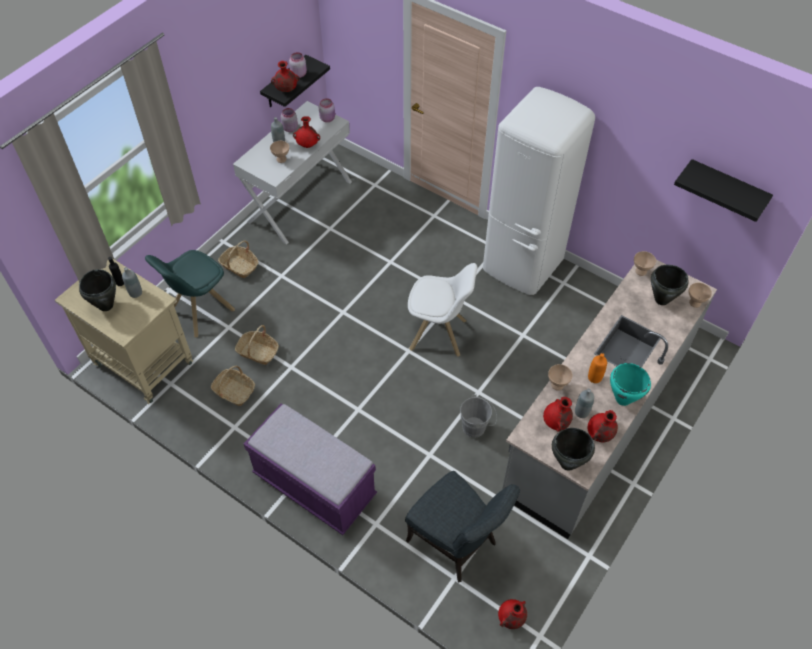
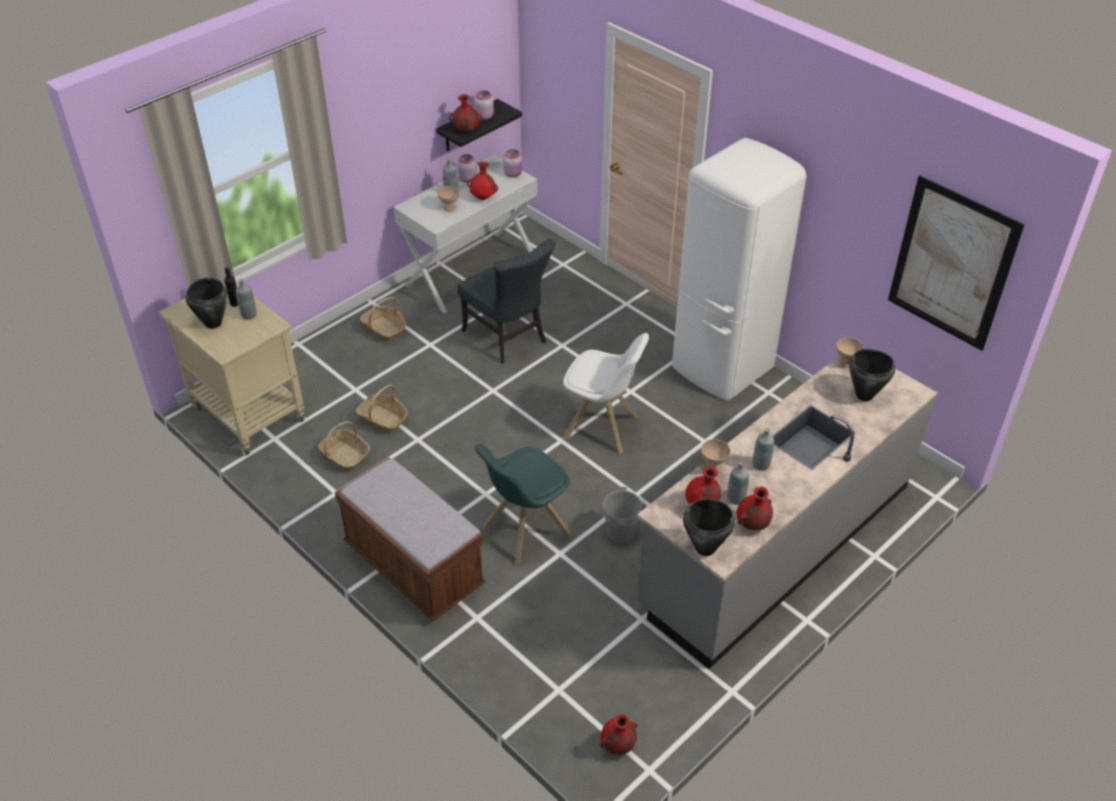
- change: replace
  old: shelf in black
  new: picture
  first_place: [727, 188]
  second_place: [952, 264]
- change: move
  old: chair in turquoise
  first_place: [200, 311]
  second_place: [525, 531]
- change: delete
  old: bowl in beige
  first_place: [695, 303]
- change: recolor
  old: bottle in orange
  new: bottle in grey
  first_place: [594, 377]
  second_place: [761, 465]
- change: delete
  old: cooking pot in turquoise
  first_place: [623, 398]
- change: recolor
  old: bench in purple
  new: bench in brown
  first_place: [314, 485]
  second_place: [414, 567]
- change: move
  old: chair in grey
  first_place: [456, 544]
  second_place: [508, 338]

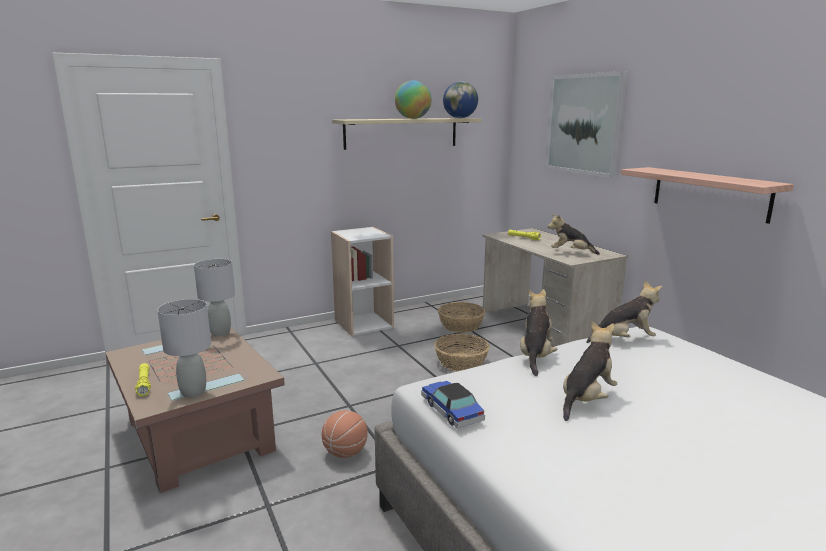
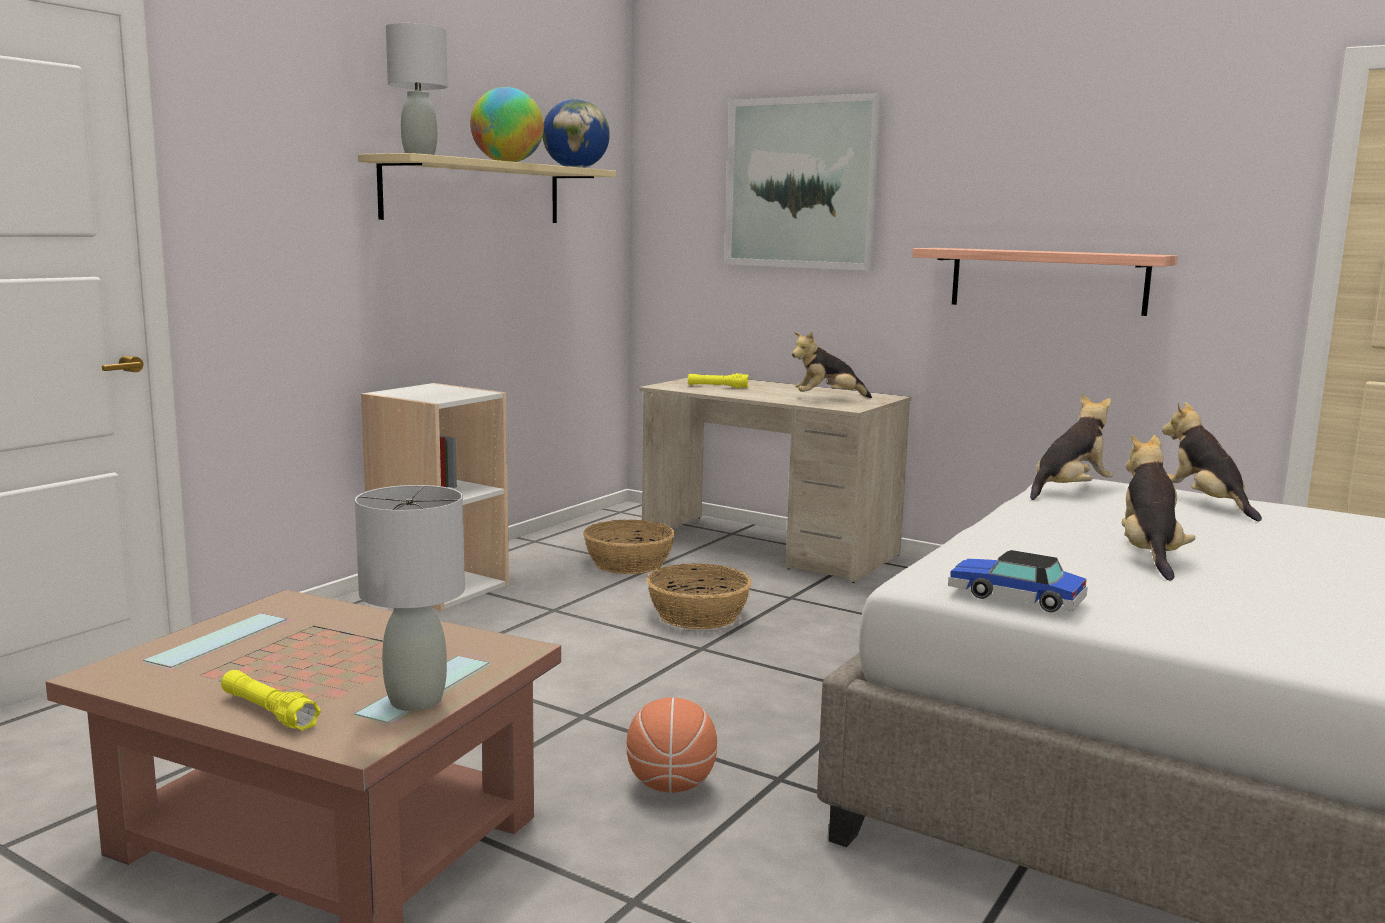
- change: move
  old: table lamp in grey
  first_place: [220, 333]
  second_place: [419, 154]
- change: move
  old: plush toy
  first_place: [535, 356]
  second_place: [1206, 504]

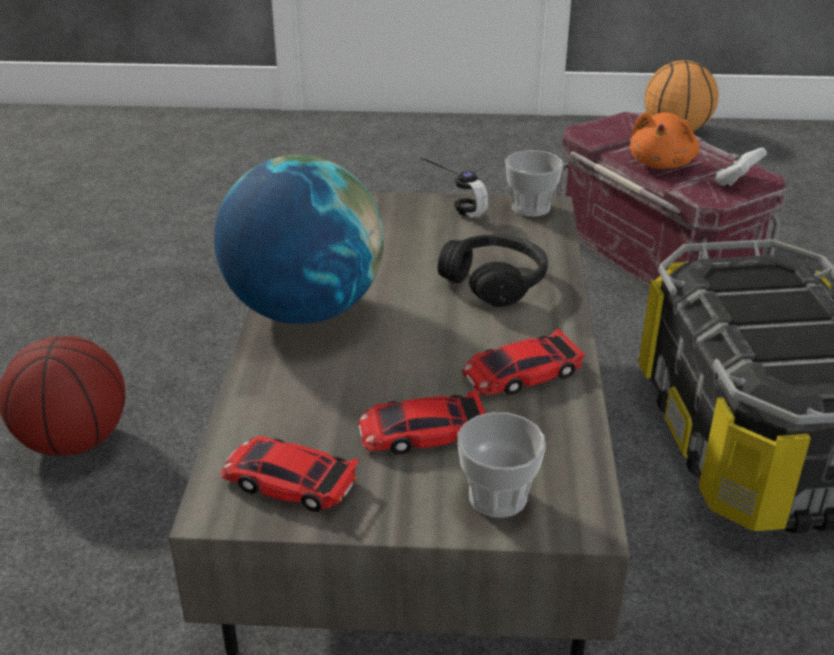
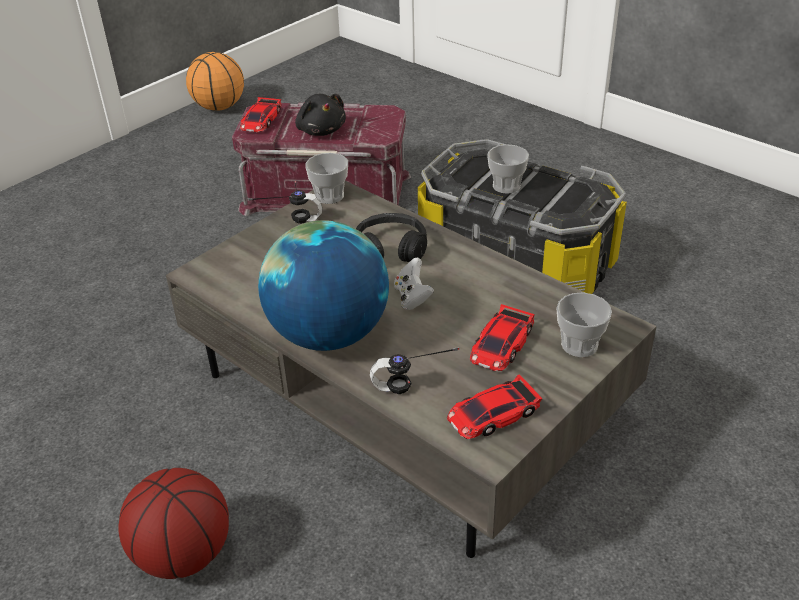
- change: recolor
  old: plush toy in orange
  new: plush toy in black
  first_place: [662, 163]
  second_place: [321, 130]
- change: move
  old: game controller in white
  first_place: [736, 182]
  second_place: [412, 297]
- change: move
  old: toy car
  first_place: [522, 373]
  second_place: [261, 120]
- change: insert
  new: cup
  second_place: [506, 186]
- change: insert
  new: headphones
  second_place: [415, 393]

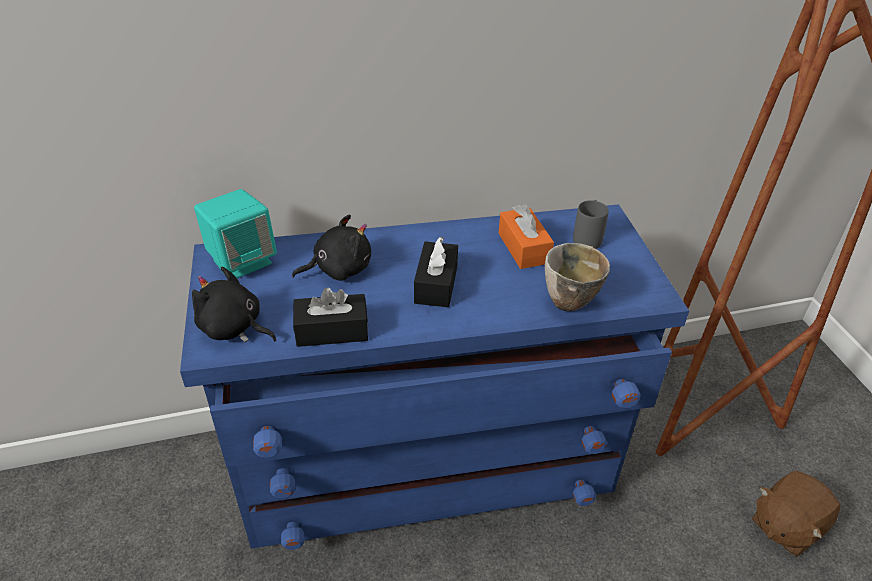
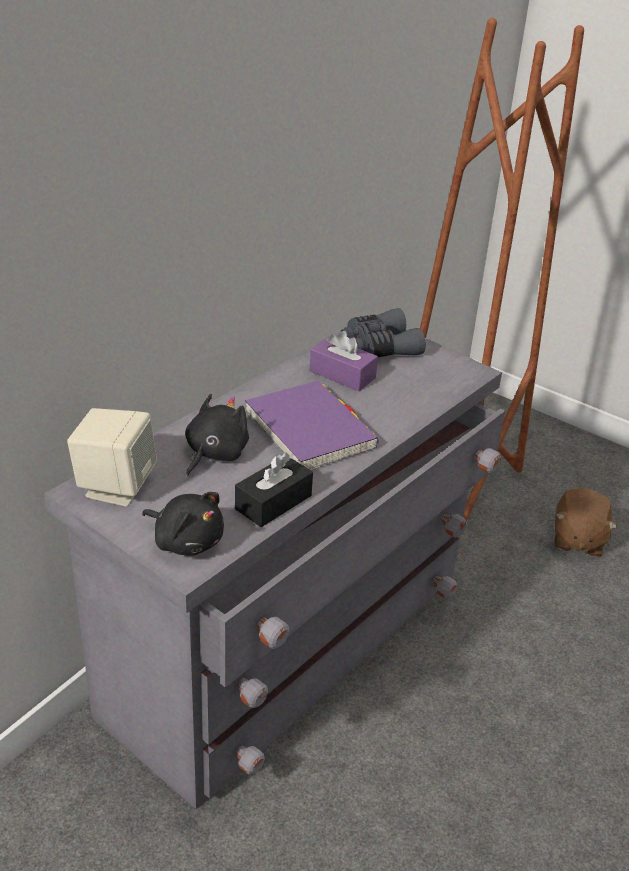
- change: recolor
  old: speaker in turquoise
  new: speaker in beige
  first_place: [242, 261]
  second_place: [116, 486]
- change: replace
  old: mug in grey
  new: binoculars in grey
  first_place: [588, 237]
  second_place: [378, 347]
- change: recolor
  old: dresser in blue
  new: dresser in grey
  first_place: [429, 471]
  second_place: [293, 649]
- change: recolor
  old: tissue box in orange
  new: tissue box in purple
  first_place: [523, 248]
  second_place: [342, 374]
- change: replace
  old: tissue box in black
  new: book in purple
  first_place: [436, 284]
  second_place: [310, 430]
- change: delete
  old: bowl
  first_place: [568, 304]
- change: rotate
  old: plush toy in black
  first_place: [233, 328]
  second_place: [186, 540]
  degrees: -135

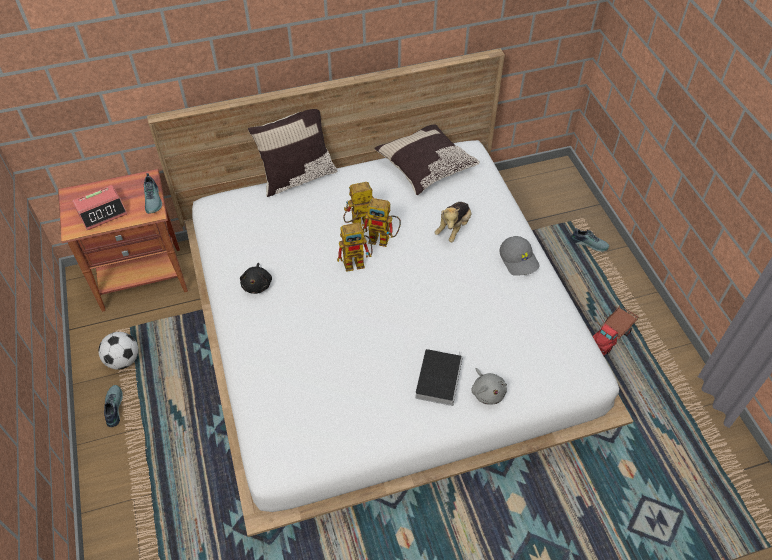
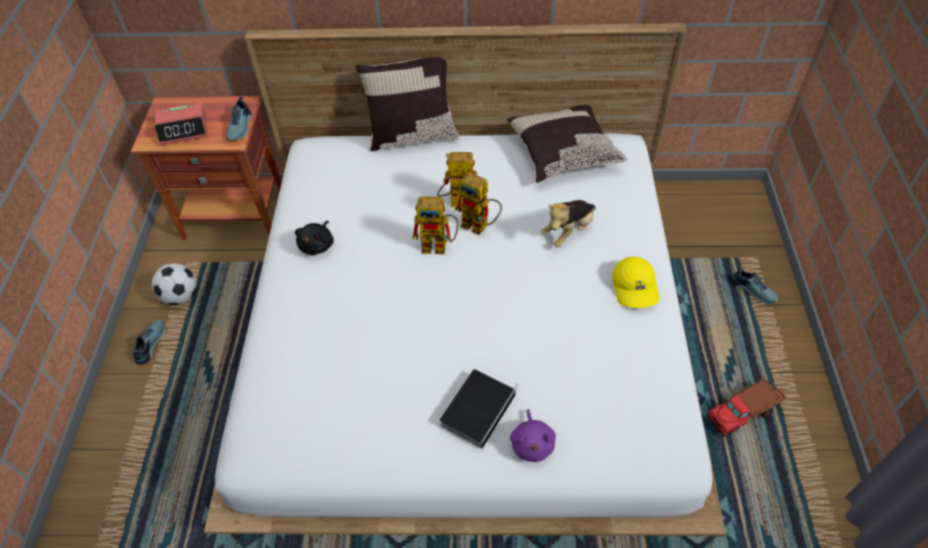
- change: recolor
  old: cap in grey
  new: cap in yellow
  first_place: [519, 260]
  second_place: [636, 288]
- change: recolor
  old: plush toy in grey
  new: plush toy in purple
  first_place: [487, 392]
  second_place: [532, 443]

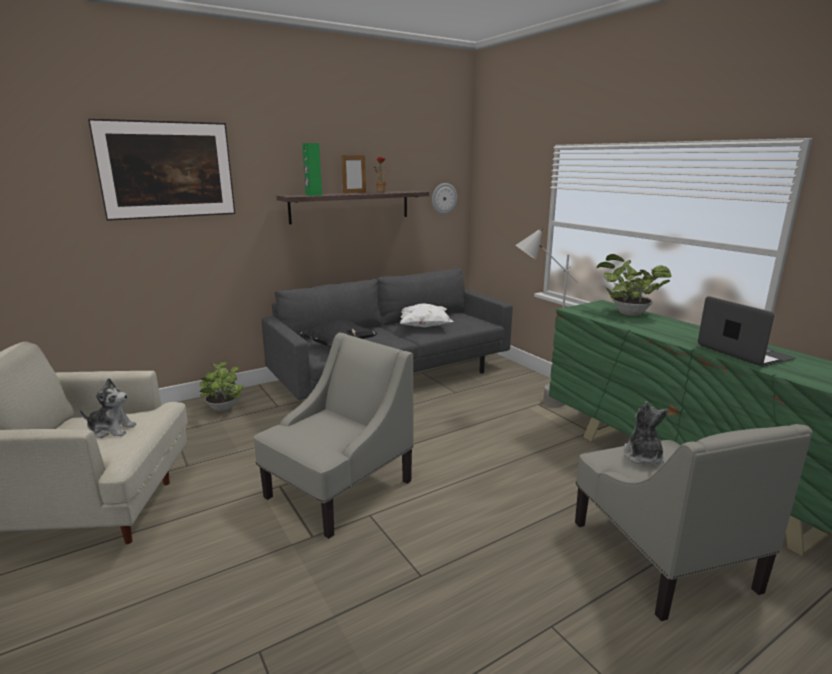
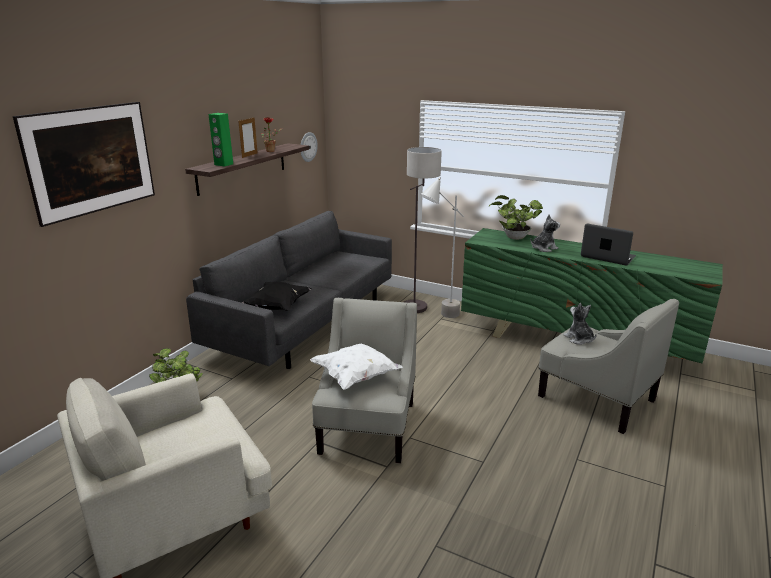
- change: move
  old: pillow in white
  first_place: [424, 326]
  second_place: [356, 377]
- change: move
  old: plush toy
  first_place: [111, 430]
  second_place: [543, 248]
- change: insert
  new: floor lamp in grey
  second_place: [418, 305]

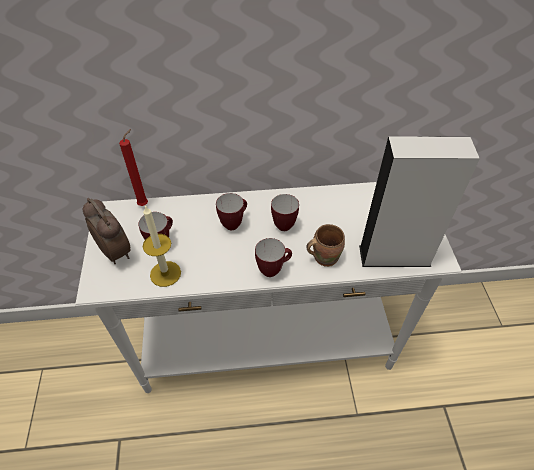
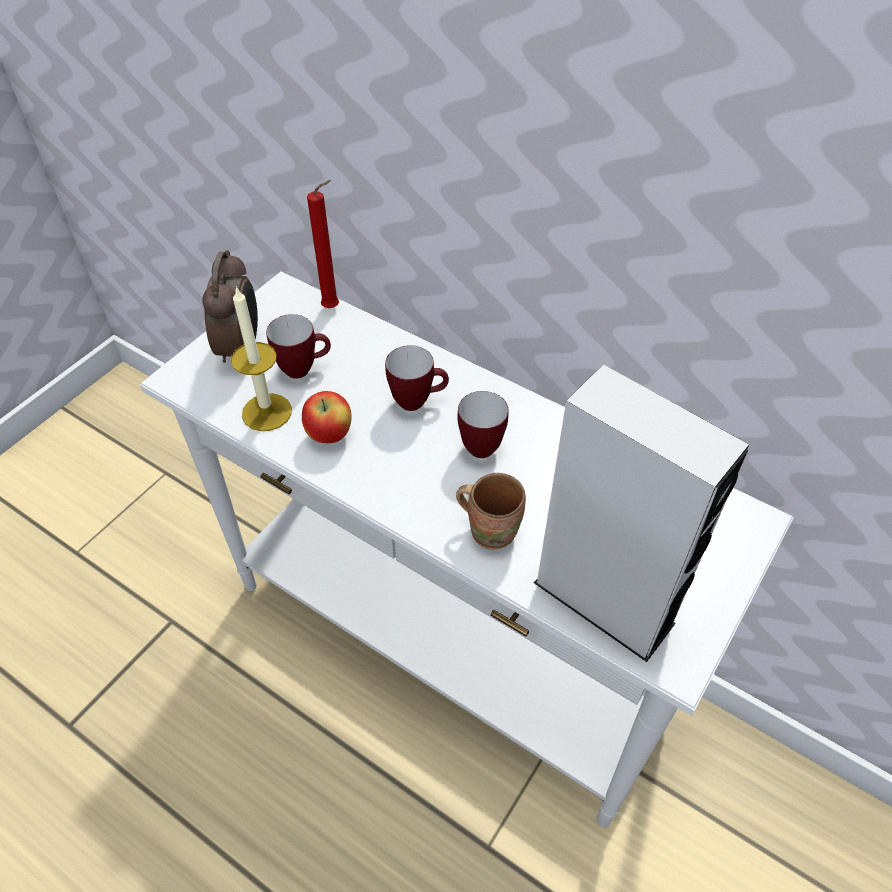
- change: delete
  old: mug
  first_place: [273, 269]
- change: insert
  new: apple
  second_place: [330, 435]

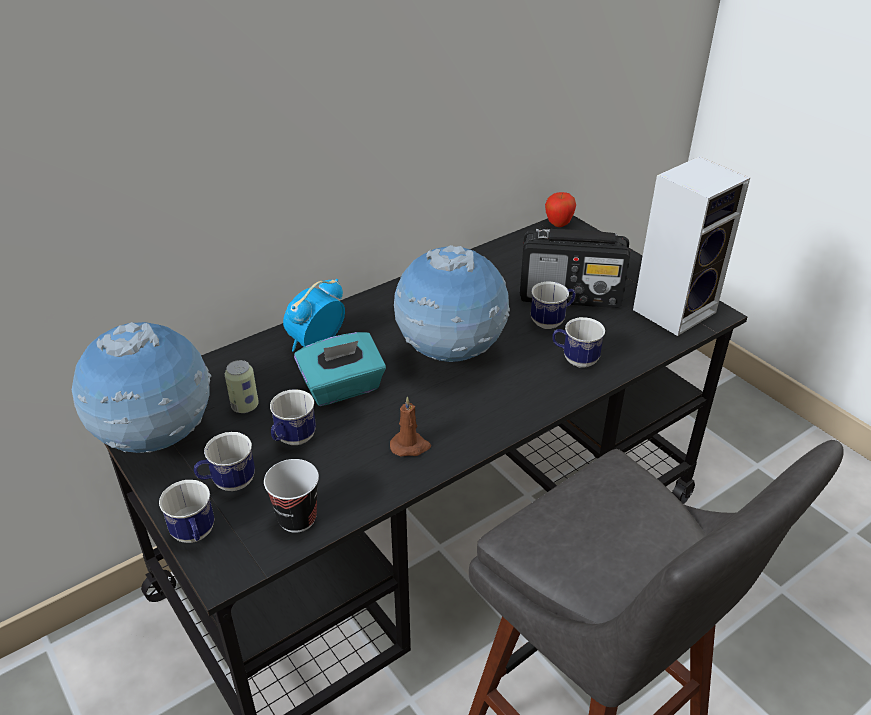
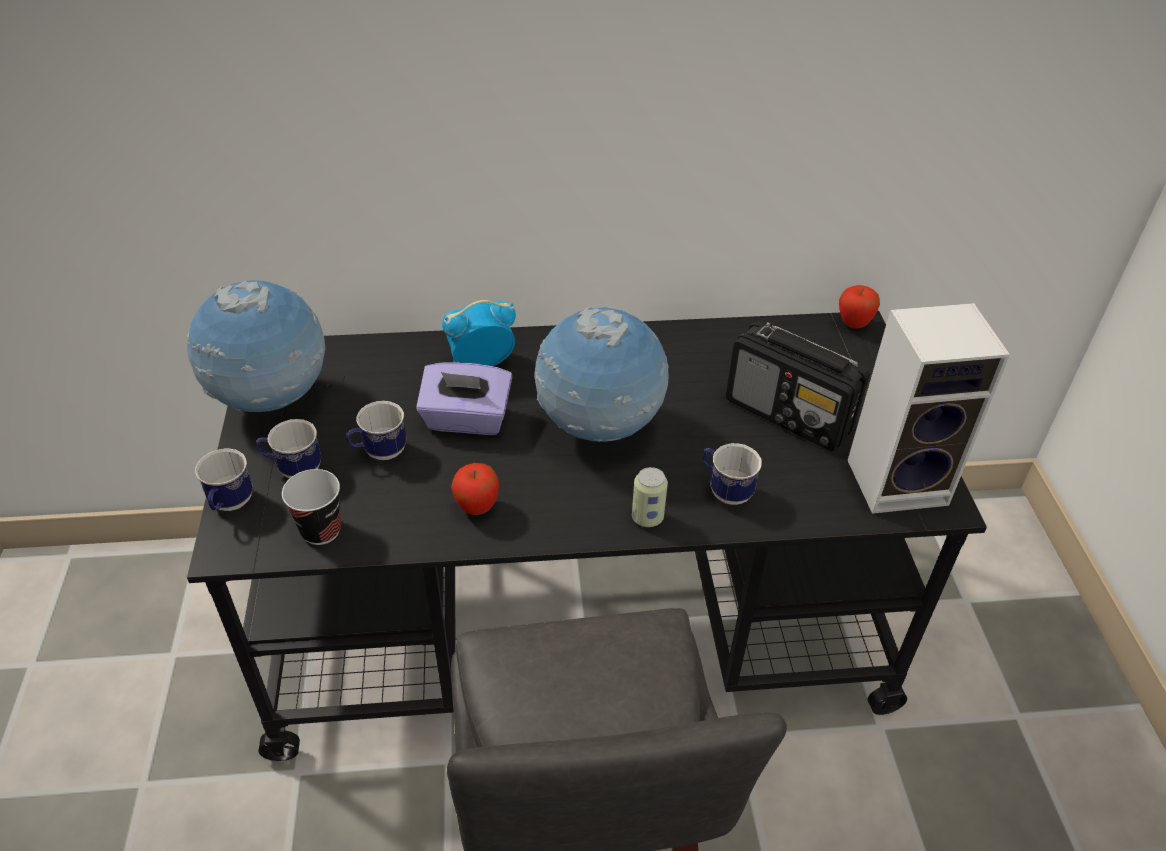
- change: delete
  old: mug
  first_place: [551, 321]
- change: recolor
  old: tissue box in turquoise
  new: tissue box in purple
  first_place: [342, 388]
  second_place: [466, 420]
- change: move
  old: can
  first_place: [245, 406]
  second_place: [647, 517]
- change: replace
  old: candle in brown
  new: apple
  first_place: [410, 446]
  second_place: [477, 508]

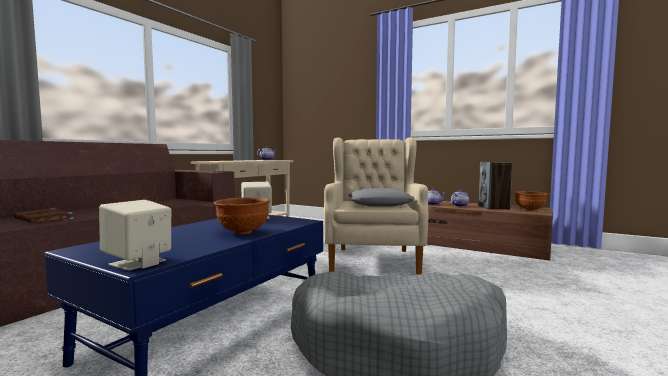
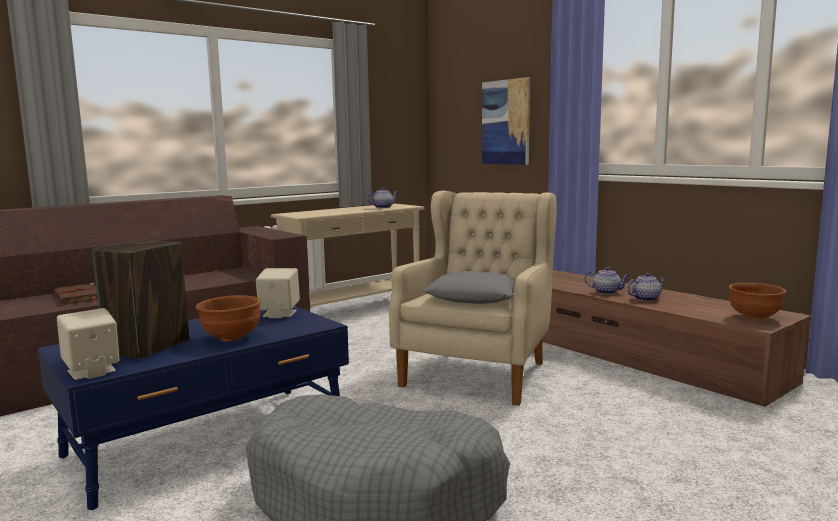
- change: move
  old: speaker
  first_place: [494, 207]
  second_place: [147, 348]
- change: insert
  new: picture
  second_place: [506, 122]

